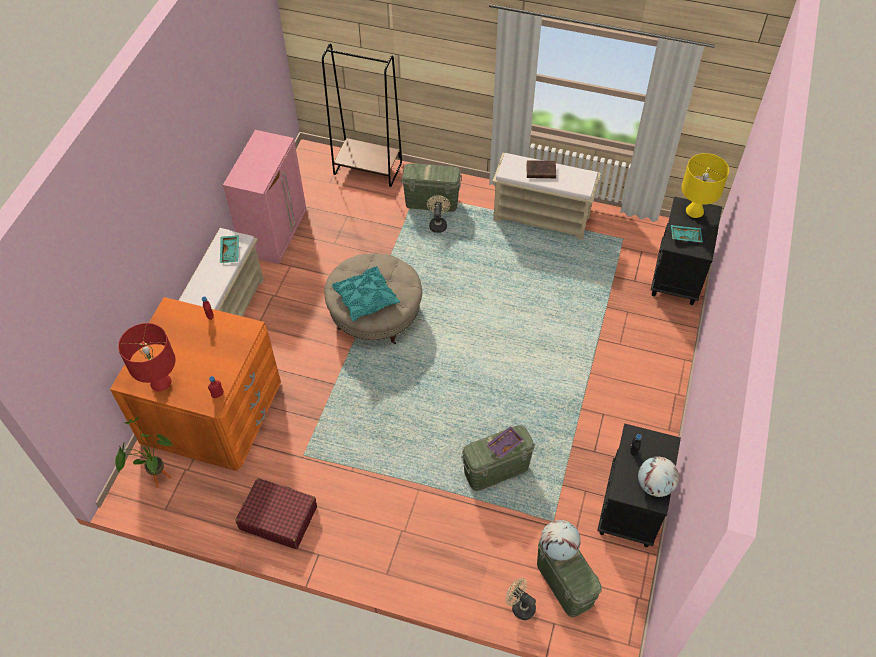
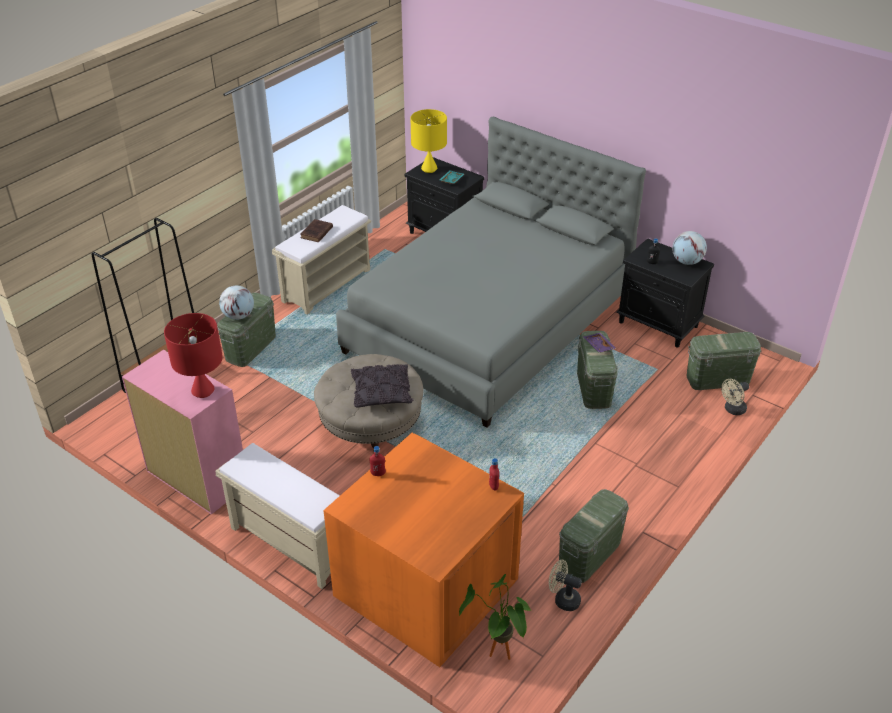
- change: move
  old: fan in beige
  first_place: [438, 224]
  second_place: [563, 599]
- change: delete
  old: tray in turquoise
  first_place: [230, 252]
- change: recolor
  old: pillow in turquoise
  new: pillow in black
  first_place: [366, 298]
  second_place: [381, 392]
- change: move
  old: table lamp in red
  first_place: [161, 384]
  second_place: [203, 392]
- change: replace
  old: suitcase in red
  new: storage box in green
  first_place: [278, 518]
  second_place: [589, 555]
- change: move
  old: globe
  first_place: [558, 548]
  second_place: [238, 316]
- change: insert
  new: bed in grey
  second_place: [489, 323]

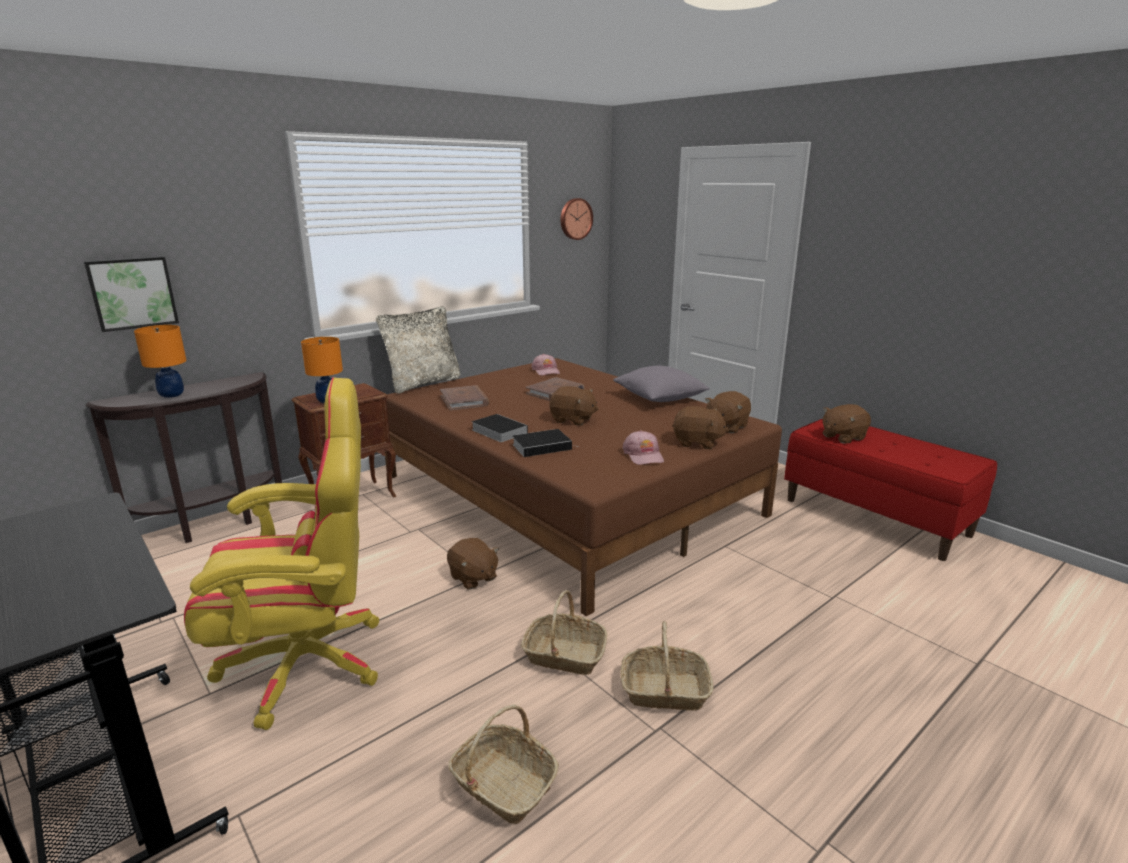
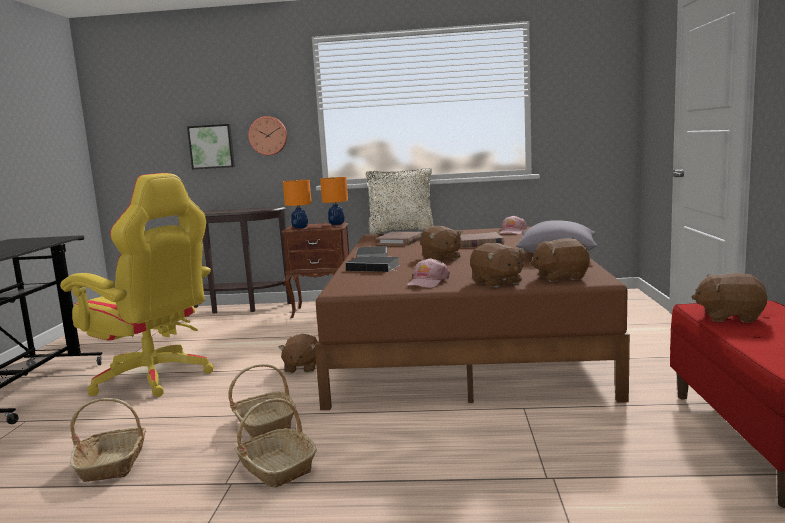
- change: move
  old: wall clock
  first_place: [575, 219]
  second_place: [268, 135]
- change: move
  old: table lamp in orange
  first_place: [172, 396]
  second_place: [336, 224]

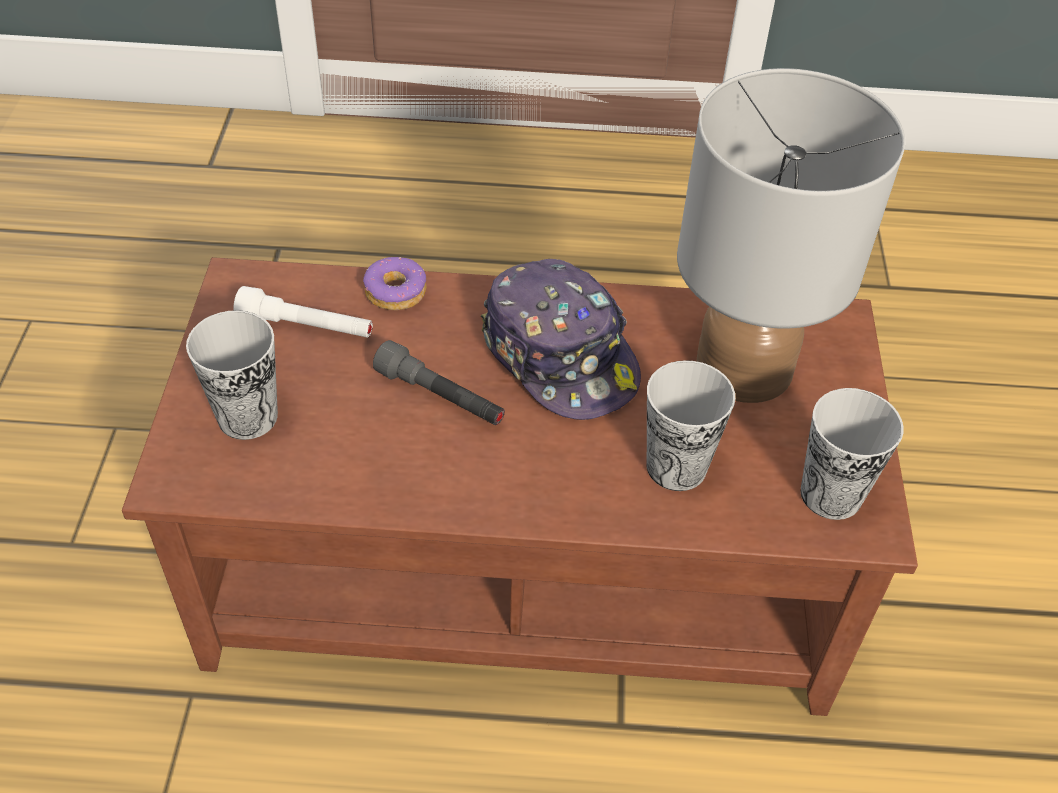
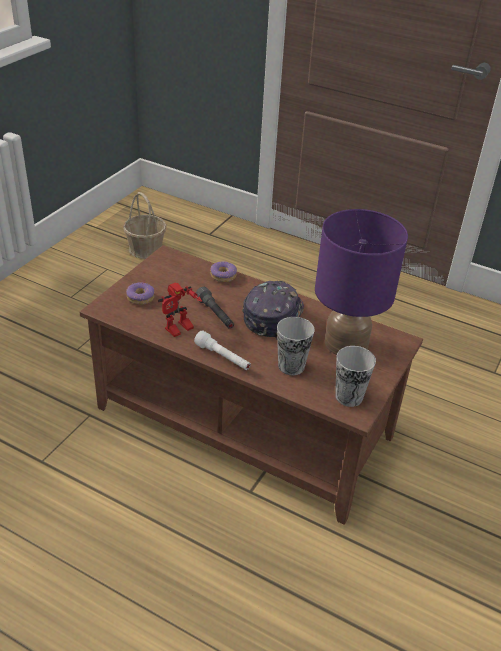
- change: recolor
  old: table lamp in grey
  new: table lamp in purple
  first_place: [744, 369]
  second_place: [346, 344]
- change: rotate
  old: cap
  first_place: [560, 356]
  second_place: [272, 316]
  degrees: -150
- change: move
  old: flashlight in white
  first_place: [306, 327]
  second_place: [223, 357]
- change: replace
  old: cup
  new: donut
  first_place: [247, 416]
  second_place: [141, 298]
- change: insert
  new: basket
  second_place: [146, 249]
- change: insert
  new: toy robot
  second_place: [179, 331]

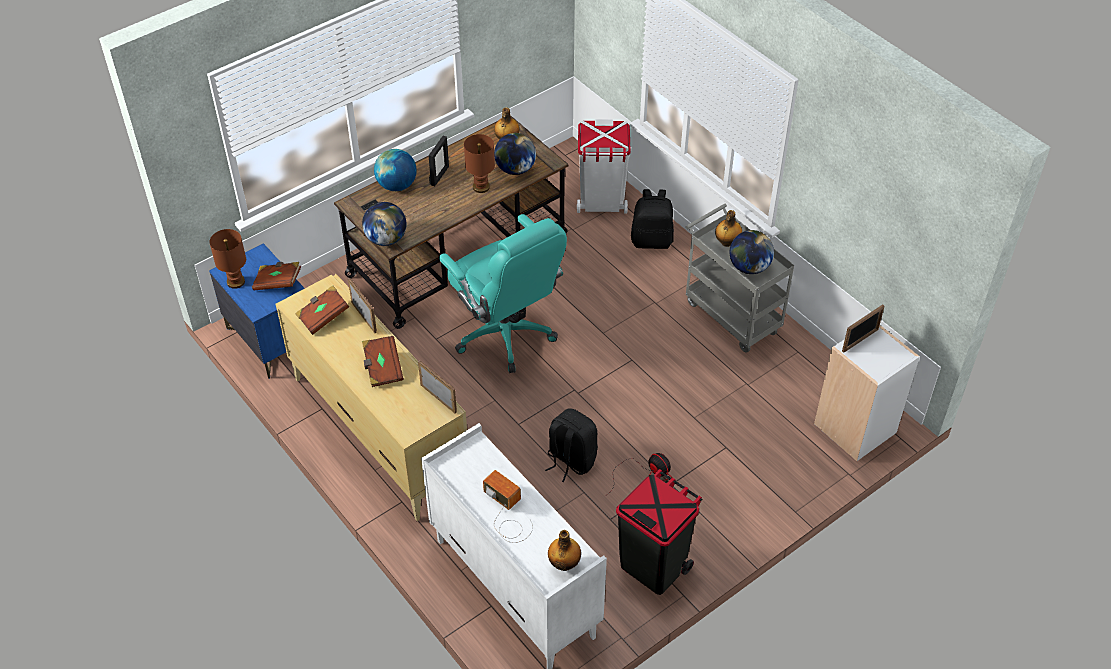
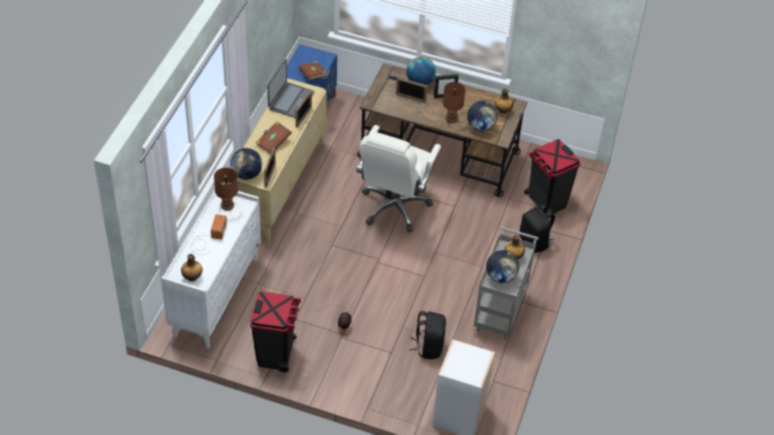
- change: recolor
  old: trash can in white
  new: trash can in black
  first_place: [602, 202]
  second_place: [546, 202]
- change: move
  old: globe
  first_place: [386, 239]
  second_place: [247, 174]
- change: recolor
  old: office chair in turquoise
  new: office chair in white
  first_place: [506, 336]
  second_place: [394, 208]
- change: move
  old: table lamp in brown
  first_place: [236, 282]
  second_place: [227, 205]
- change: replace
  old: book in brown
  new: laptop
  first_place: [323, 316]
  second_place: [291, 100]
- change: move
  old: picture frame
  first_place: [860, 340]
  second_place: [410, 98]
- change: move
  old: backpack in black
  first_place: [570, 460]
  second_place: [428, 346]

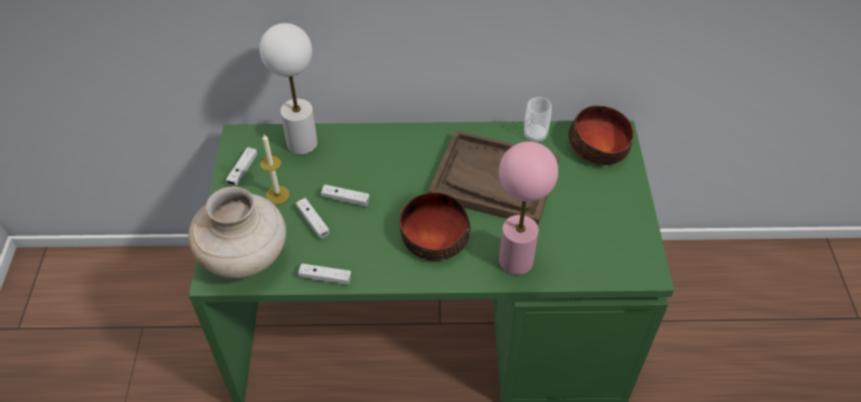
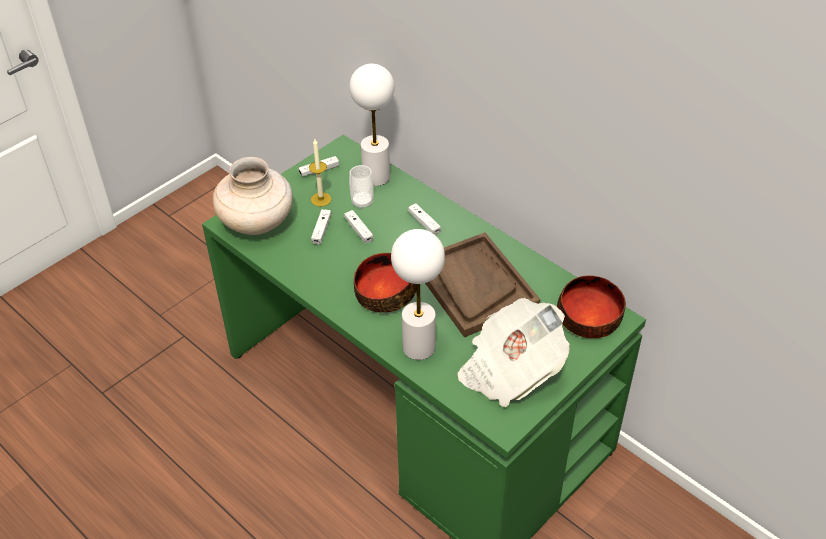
- change: move
  old: cup
  first_place: [535, 135]
  second_place: [362, 202]
- change: recolor
  old: table lamp in pink
  new: table lamp in white
  first_place: [516, 260]
  second_place: [419, 347]
- change: move
  old: game controller in white
  first_place: [325, 277]
  second_place: [424, 223]
- change: insert
  new: newspaper
  second_place: [510, 369]

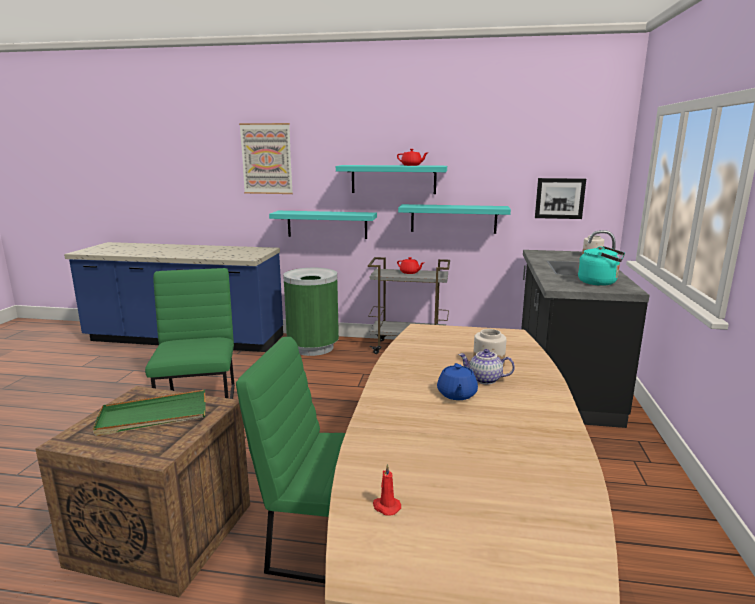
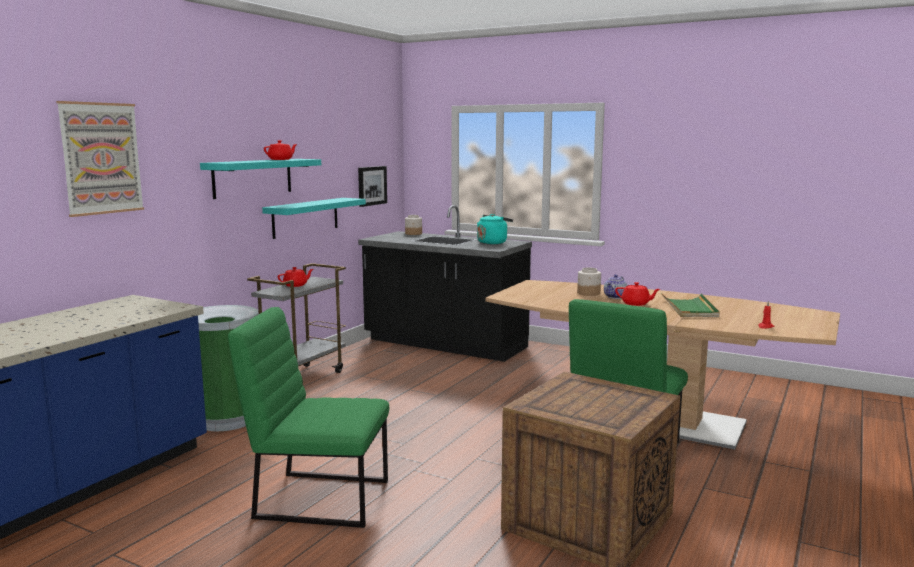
- change: delete
  old: shelf in turquoise
  first_place: [327, 224]
- change: recolor
  old: teapot in blue
  new: teapot in red
  first_place: [456, 394]
  second_place: [636, 304]
- change: move
  old: tray in green
  first_place: [153, 416]
  second_place: [690, 308]

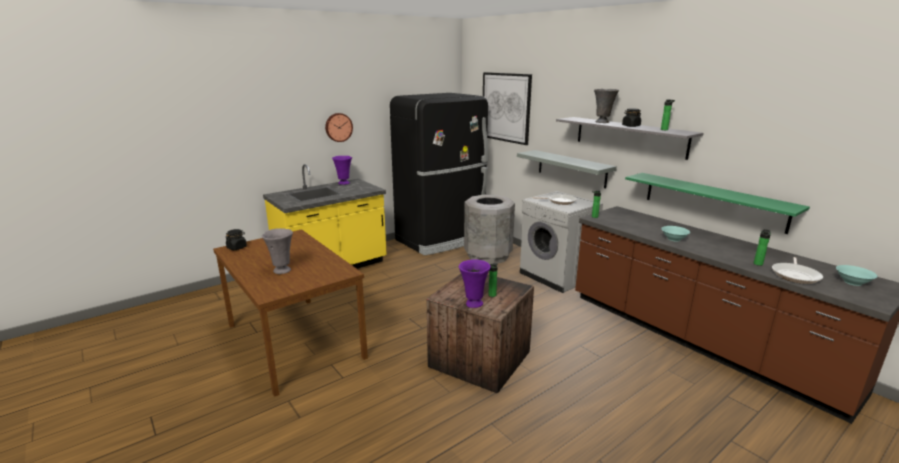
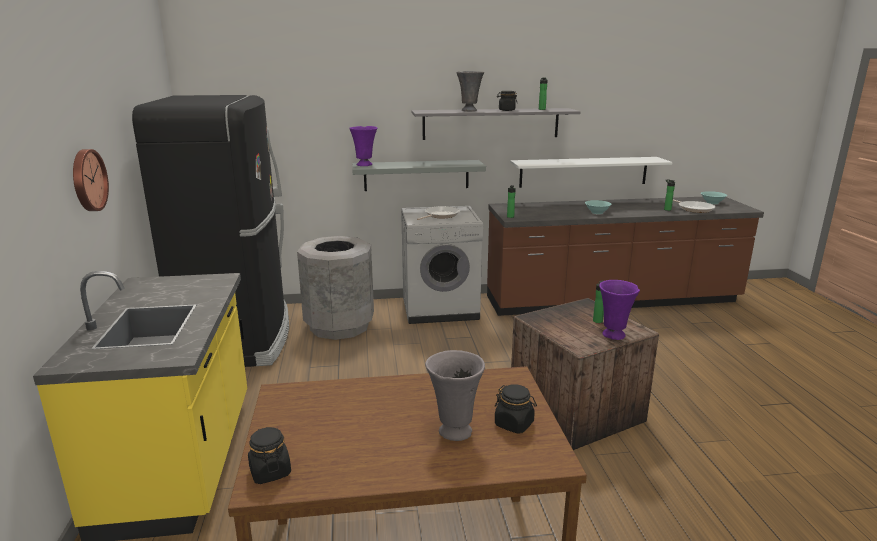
- change: delete
  old: picture
  first_place: [506, 107]
- change: move
  old: vase in purple
  first_place: [344, 183]
  second_place: [365, 165]
- change: recolor
  old: shelf in green
  new: shelf in white
  first_place: [712, 201]
  second_place: [583, 172]
- change: insert
  new: jar in black
  second_place: [514, 424]

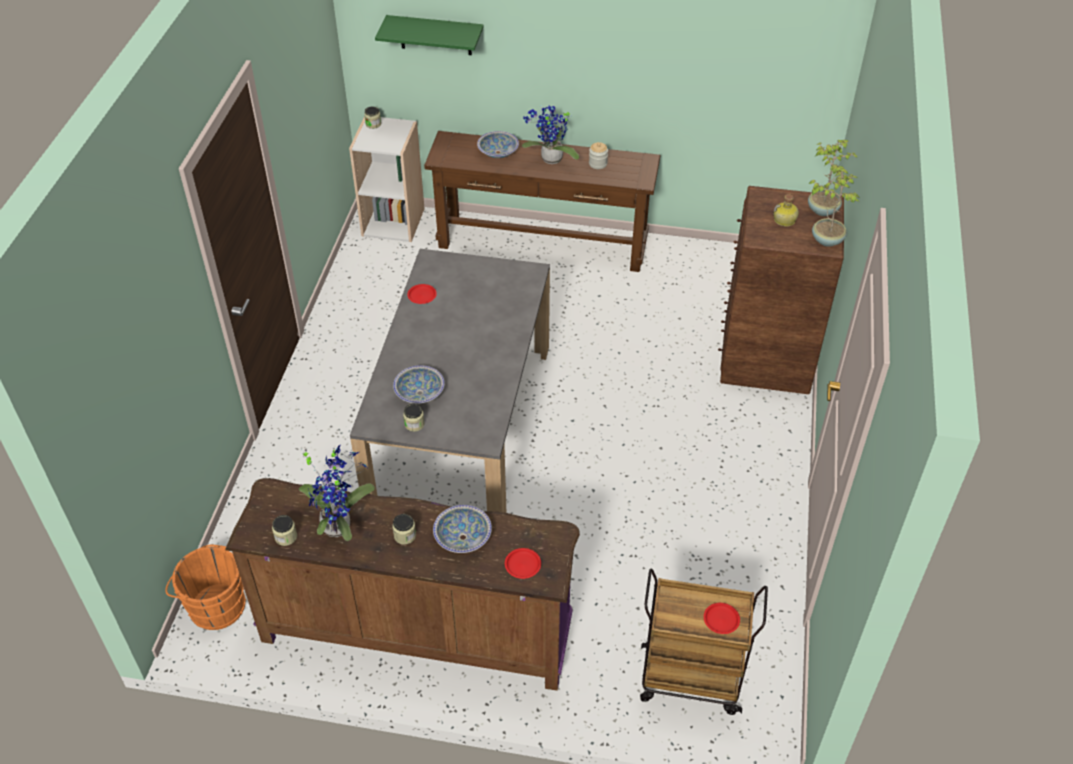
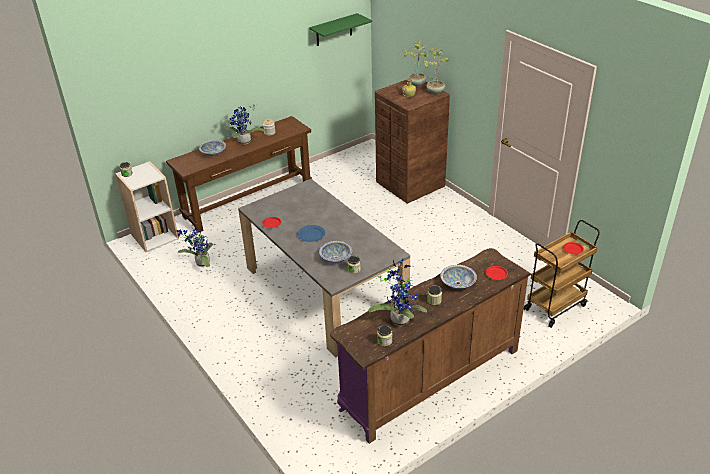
- change: move
  old: shelf in green
  first_place: [435, 35]
  second_place: [334, 30]
- change: delete
  old: bucket in orange
  first_place: [214, 605]
- change: insert
  new: plate in blue
  second_place: [311, 235]
- change: insert
  new: potted plant
  second_place: [201, 263]

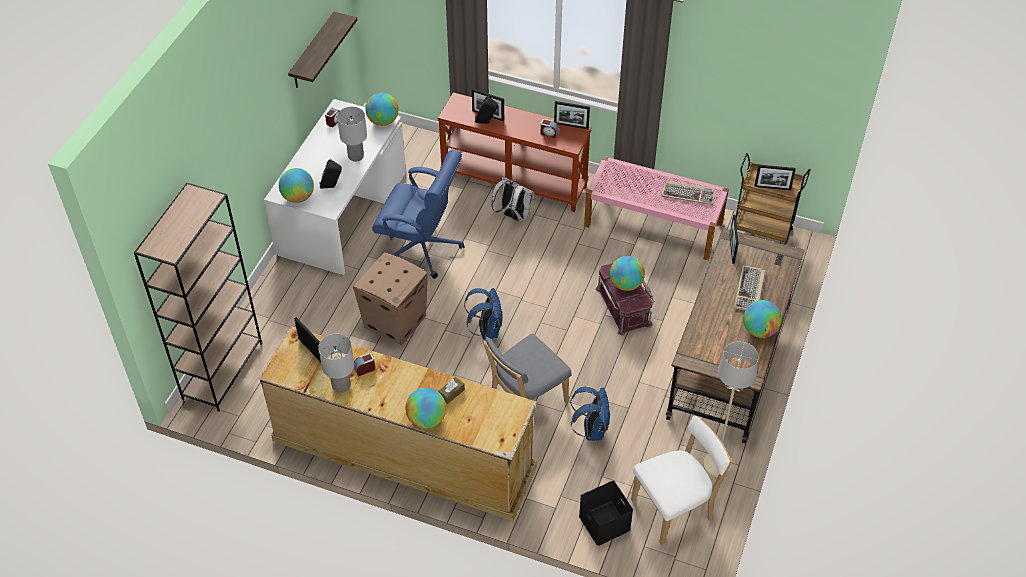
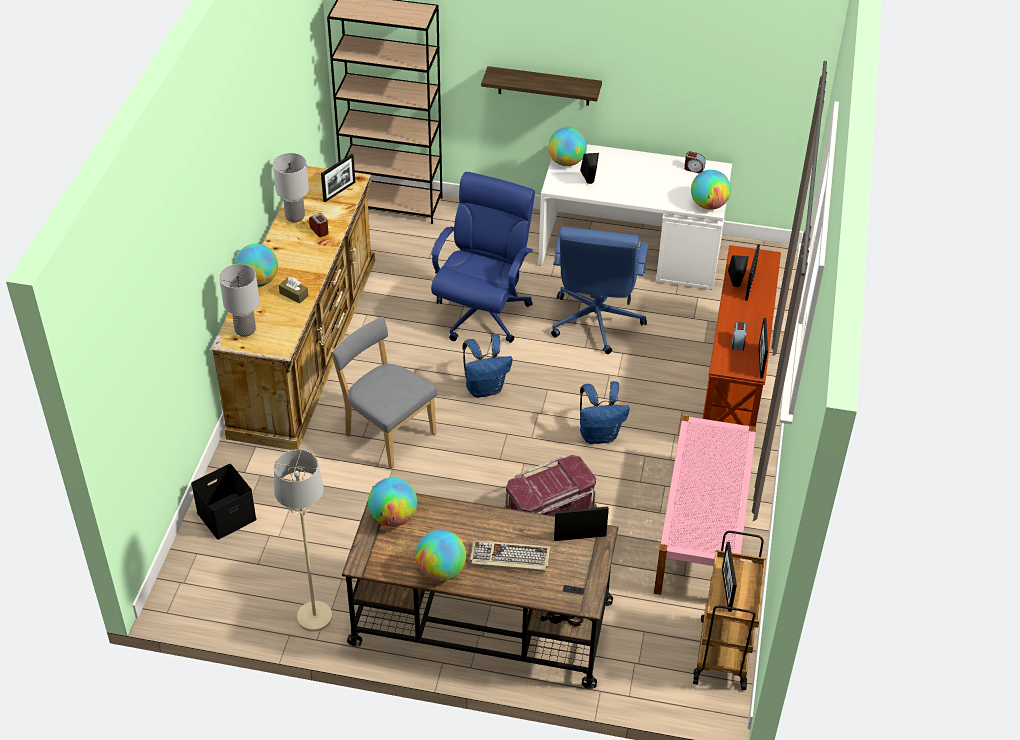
- change: move
  old: shelf
  first_place: [312, 52]
  second_place: [544, 86]
- change: move
  old: table lamp in grey
  first_place: [356, 157]
  second_place: [245, 331]
- change: delete
  old: backpack in white
  first_place: [513, 216]
- change: delete
  old: keyboard
  first_place: [688, 194]
- change: replace
  old: cardboard box
  new: office chair in blue
  first_place: [395, 321]
  second_place: [482, 314]
- change: move
  old: globe
  first_place: [626, 284]
  second_place: [393, 517]
- change: move
  old: backpack in blue
  first_place: [591, 429]
  second_place: [599, 435]
- change: delete
  old: chair in white
  first_place: [675, 509]

